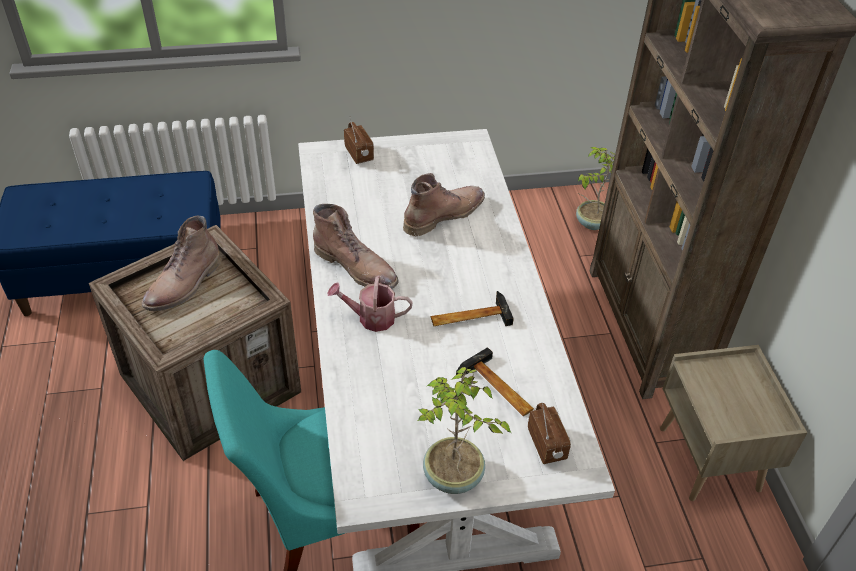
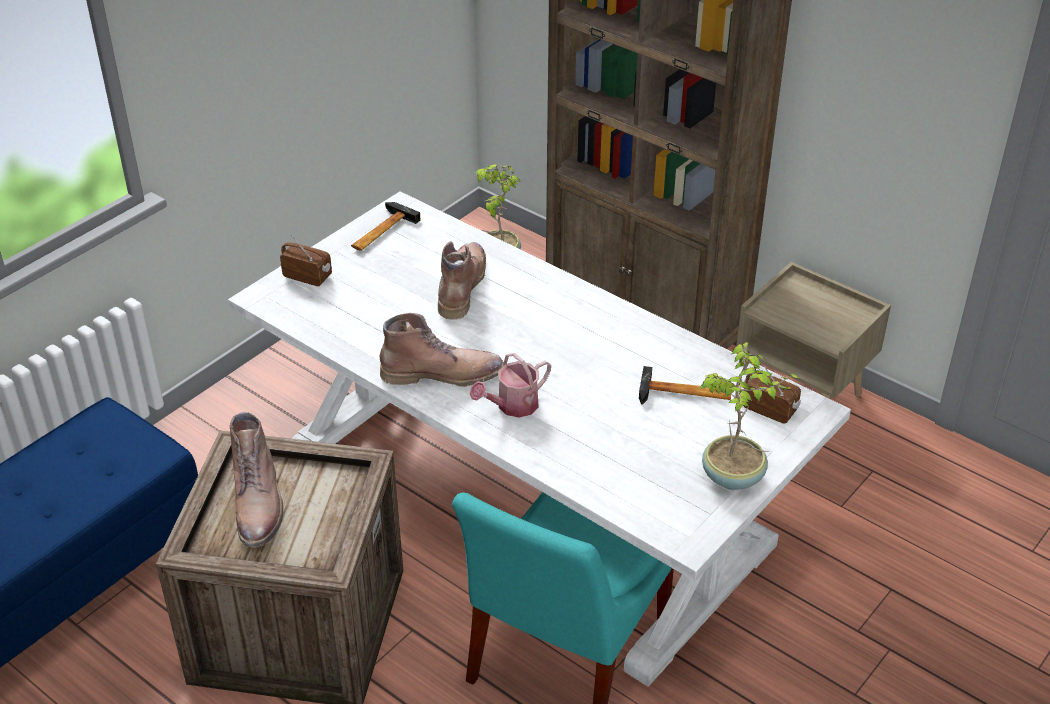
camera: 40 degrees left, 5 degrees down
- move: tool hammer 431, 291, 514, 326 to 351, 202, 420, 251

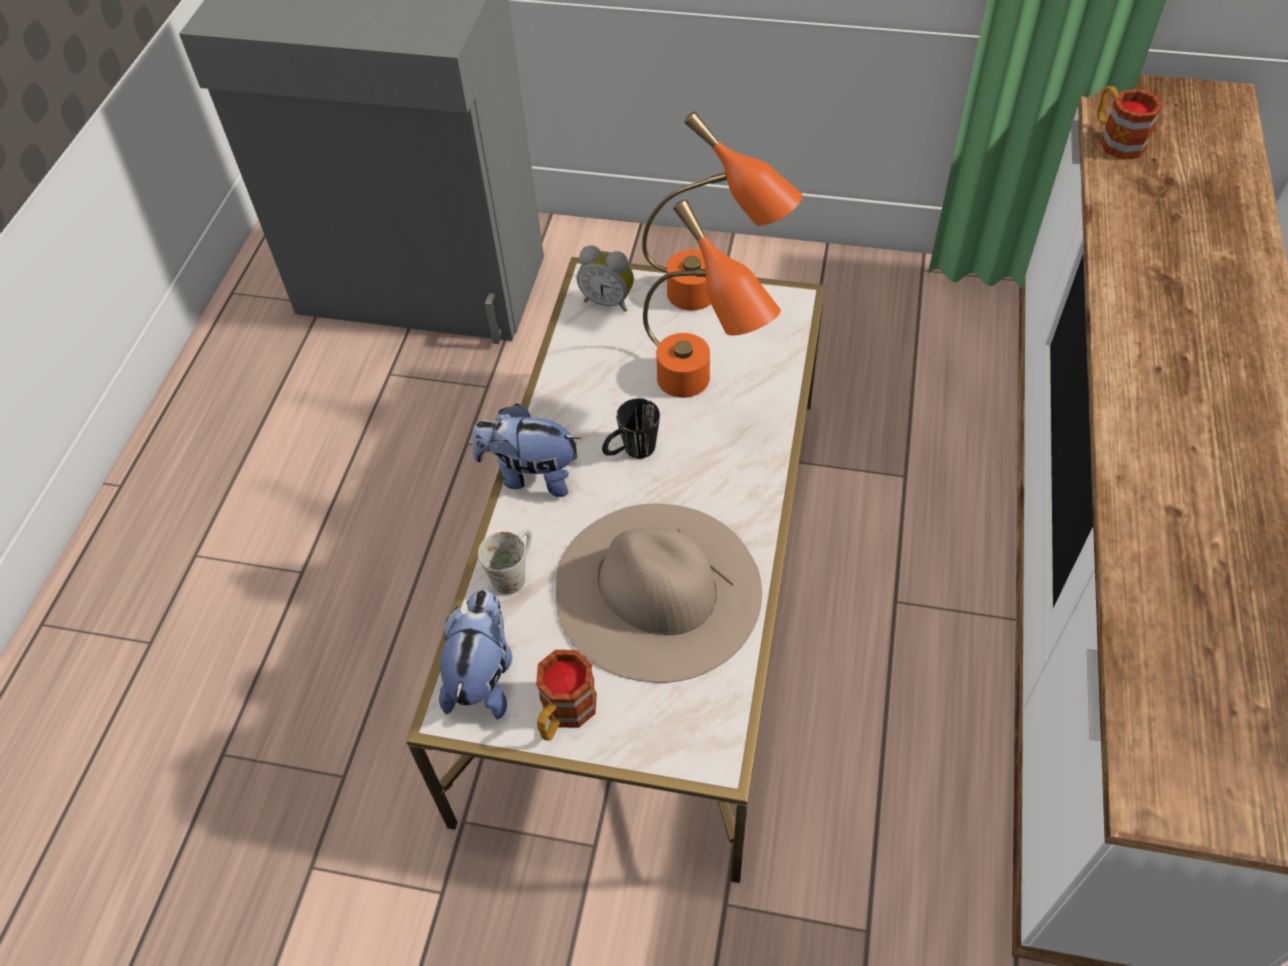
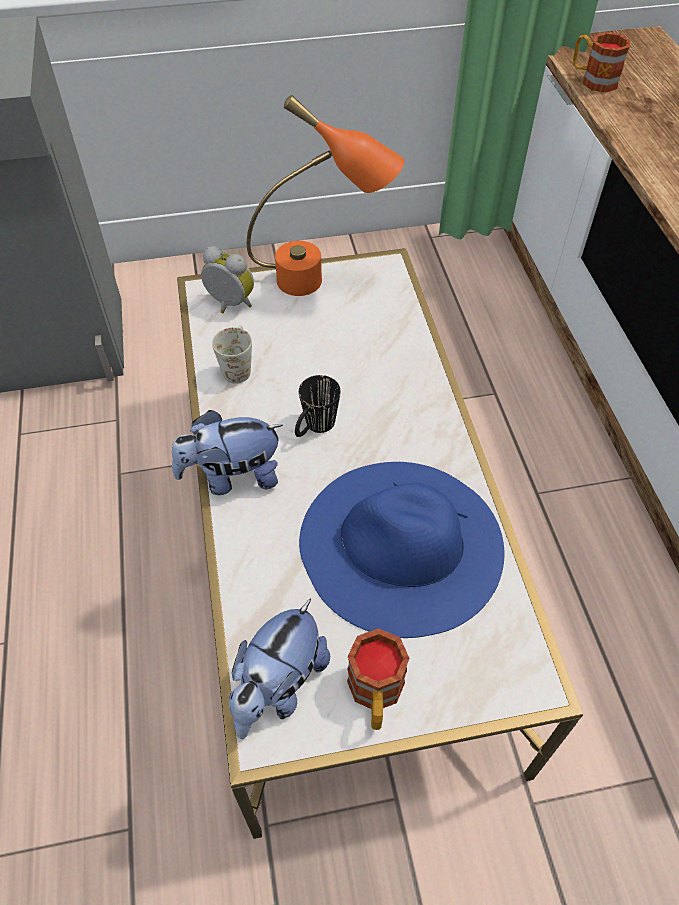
camera: 25 degrees left, 0 degrees up
- delete: lamp for a table (orange) 643, 200, 781, 398
- move: tea mug (white-coloured) 478, 528, 532, 595 to 212, 325, 252, 384
- recolor: clothing hat (beige) 556, 504, 762, 683 to clothing hat (bluish) 299, 462, 504, 638
- rotate: cuddly toy 439, 590, 512, 720 = 229, 598, 330, 739 135 degrees counterclockwise
- rotate: alarm clock 577, 245, 634, 312 = 201, 246, 254, 313 150 degrees counterclockwise

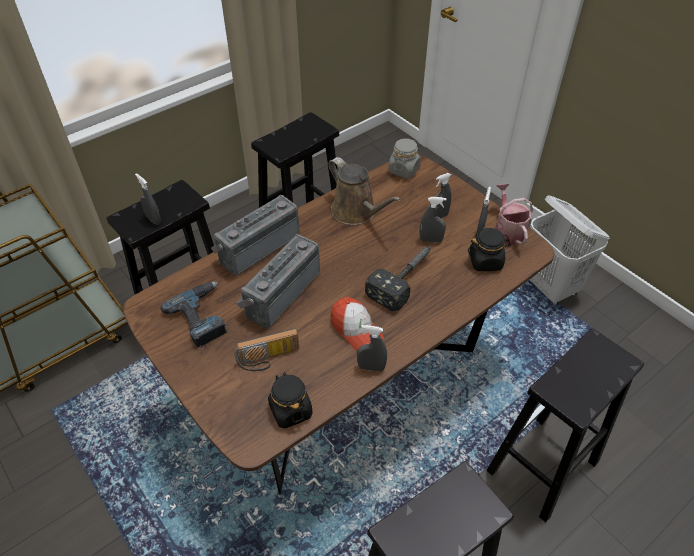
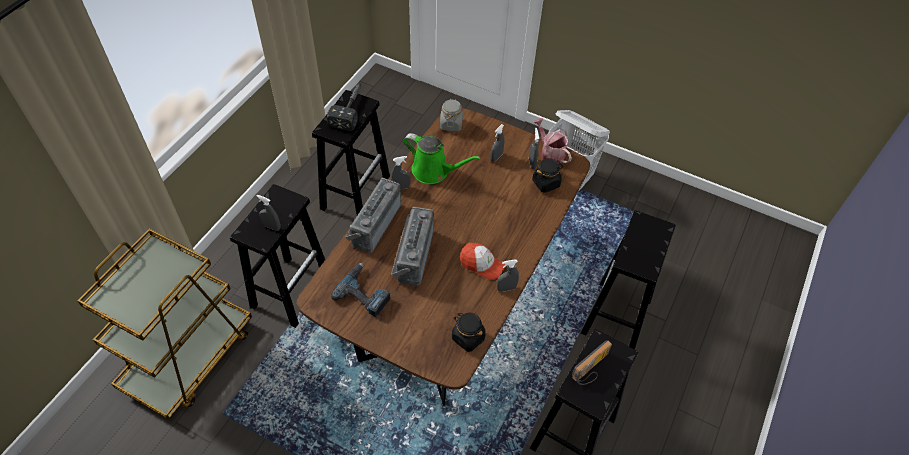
camera: 25 degrees left, 5 degrees up
- move: radio 234, 328, 299, 371 to 572, 340, 612, 385
- move: tool hammer 365, 245, 432, 311 to 327, 83, 362, 131
- move: sprayer (gray) 419, 197, 447, 243 to 390, 156, 411, 189
- recolor: watering pot (brown-coloured) 329, 157, 401, 225 to watering pot (green) 403, 133, 480, 184

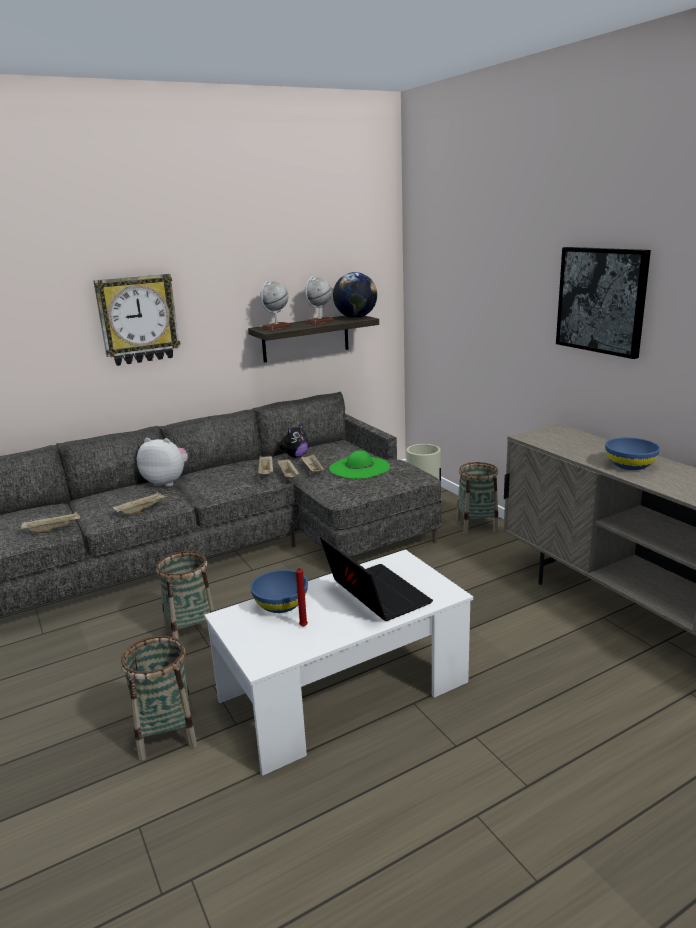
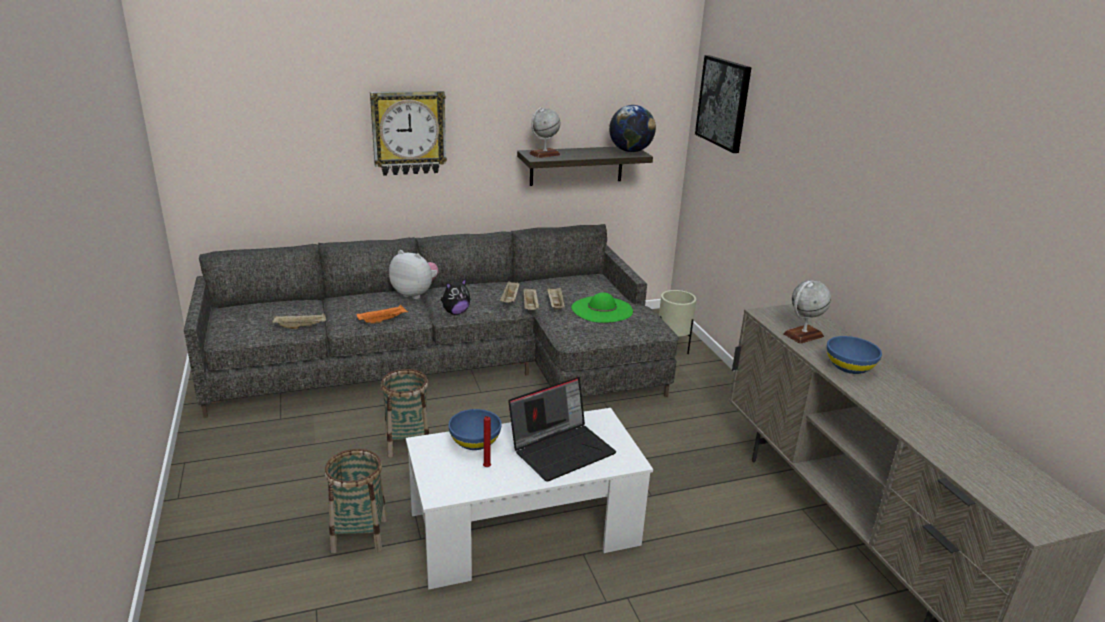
camera: 10 degrees right, 5 degrees up
- delete: storage basket 456, 462, 498, 534
- move: cuddly toy 280, 423, 309, 458 to 441, 279, 470, 315
- move: globe 305, 276, 335, 325 to 783, 280, 831, 344
- move: wall art 556, 247, 651, 359 to 695, 55, 752, 153
- recolor: tray (beige) 112, 492, 167, 514 to tray (orange) 356, 305, 408, 324
- rotate: portable computer 320, 536, 433, 621 = 508, 377, 616, 482 75 degrees clockwise

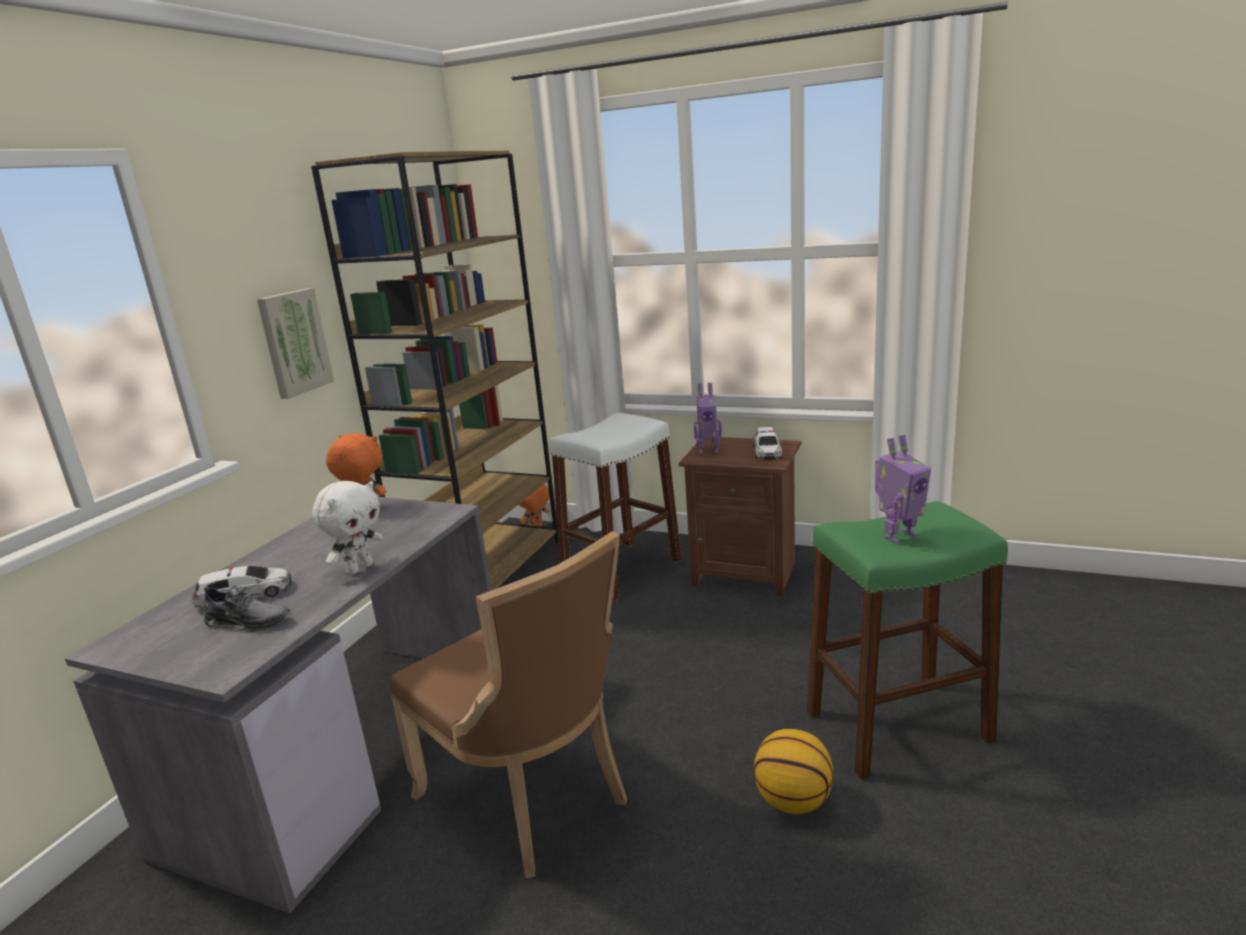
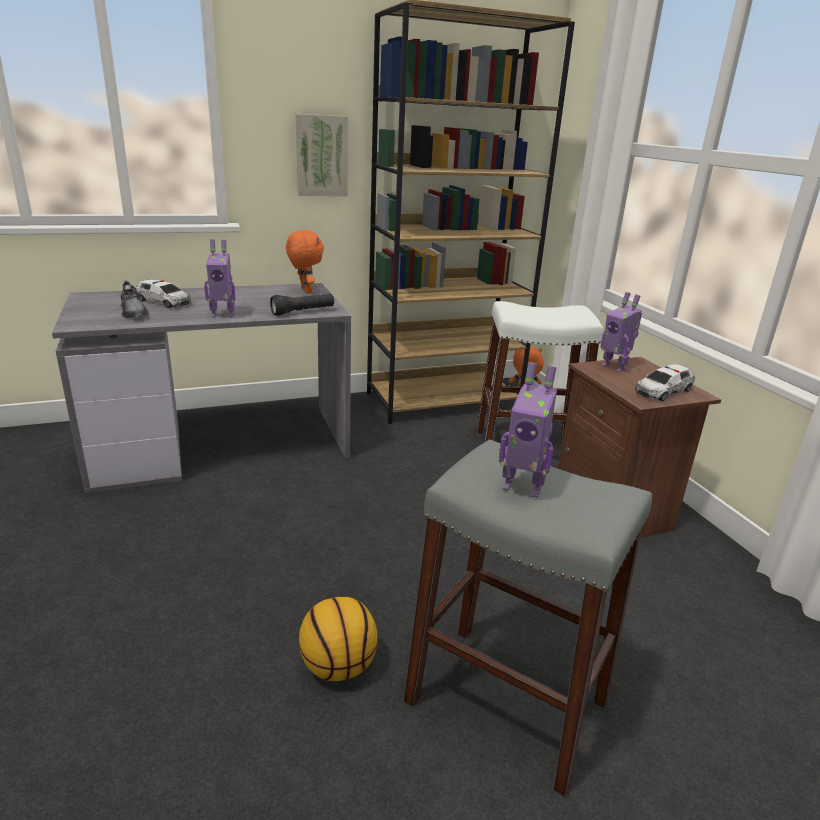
camera: 45 degrees right, 5 degrees up
- delete: plain chair (brown-coloured) 390, 531, 627, 878
- insert: hand torch (blackish) 270, 294, 334, 316
- replace: cuddly toy (white-coloured) 312, 481, 383, 575 to toy robot 204, 240, 235, 317
- recolor: sitting stool (green) 807, 501, 1008, 780 to sitting stool (gray) 404, 439, 652, 796

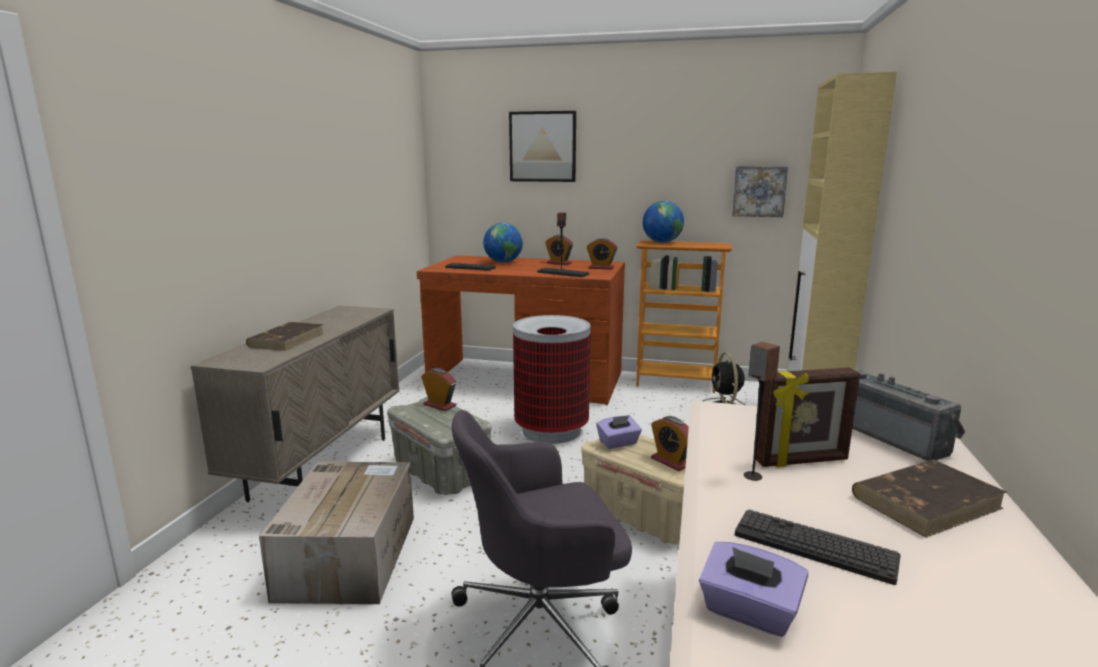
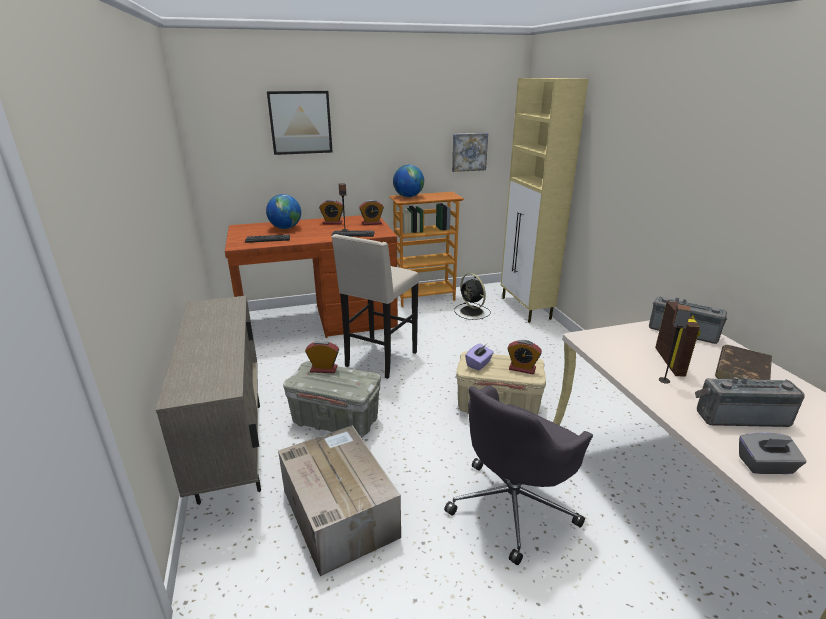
camera: 30 degrees left, 10 degrees up
- delete: bound book (brown-coloured) 246, 322, 324, 351
- replace: rubbish bin 513, 315, 591, 444 to sitting stool (beige) 331, 234, 419, 379
- replace: computer keyboard 735, 510, 901, 585 to radio 695, 377, 805, 427
- recolor: tissue holder (purple) 699, 542, 808, 637 to tissue holder (gray) 739, 433, 807, 474
- rotate: picture frame 756, 367, 860, 467 = 655, 301, 701, 377 45 degrees counterclockwise

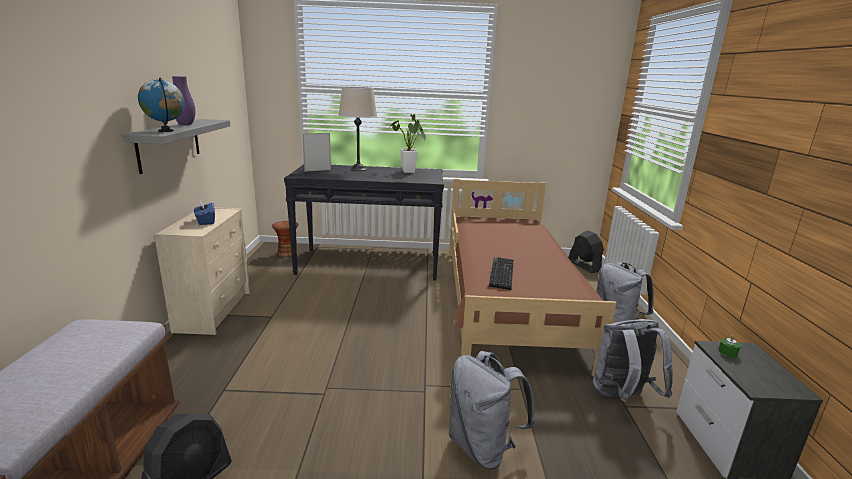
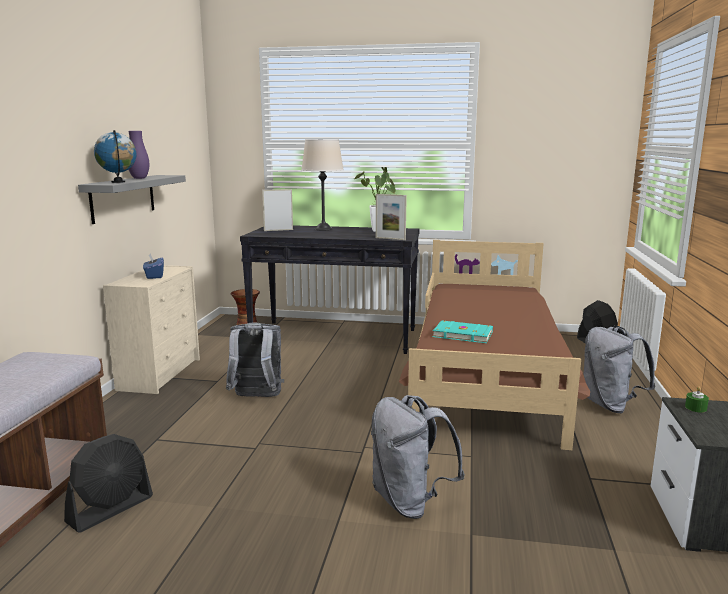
camera: 10 degrees right, 5 degrees down
- insert: picture frame 376, 194, 407, 240
- move: backpack (gray) 593, 319, 673, 402 to 226, 322, 284, 397
- replace: computer keyboard 489, 257, 514, 290 to bound book (blue-green) 433, 320, 493, 343

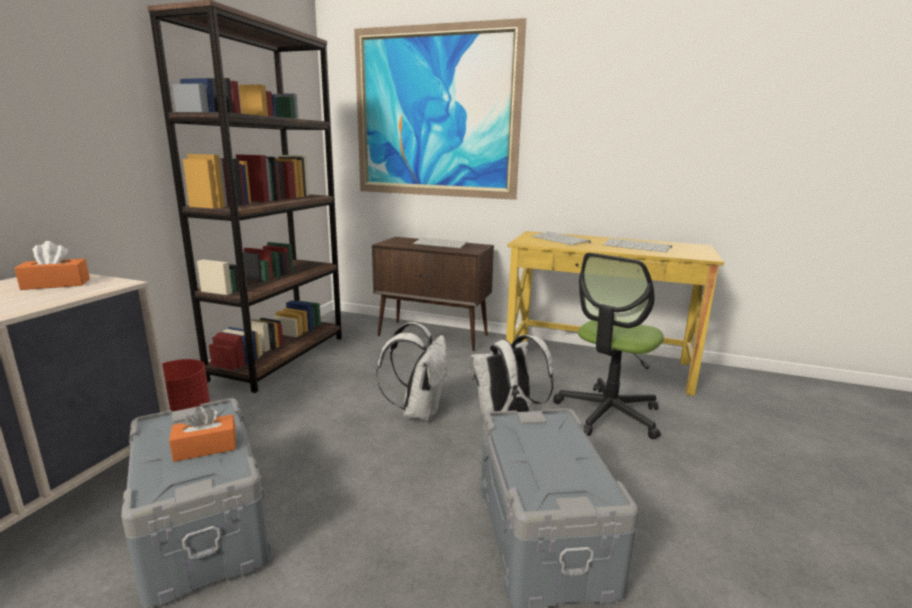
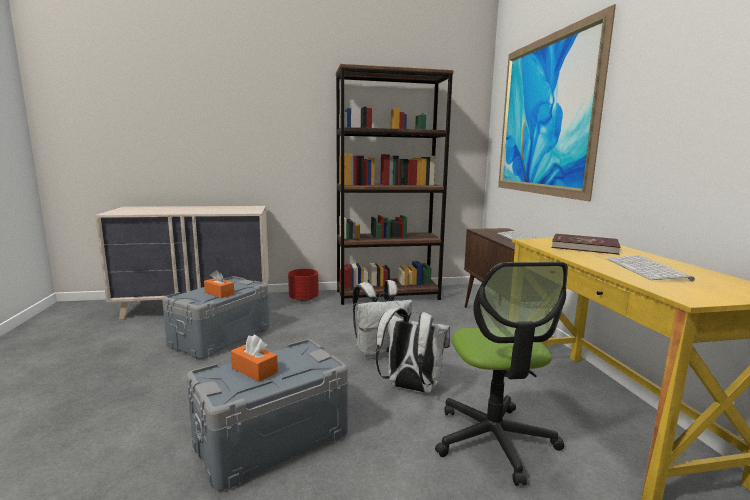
camera: 60 degrees right, 5 degrees down
- move: tissue holder (orange) 14, 241, 90, 290 to 231, 335, 278, 382
- replace: computer keyboard 532, 231, 591, 245 to bound book (red) 552, 234, 621, 255
- rotate: desk chair 553, 253, 664, 439 = 435, 262, 568, 486 105 degrees counterclockwise

